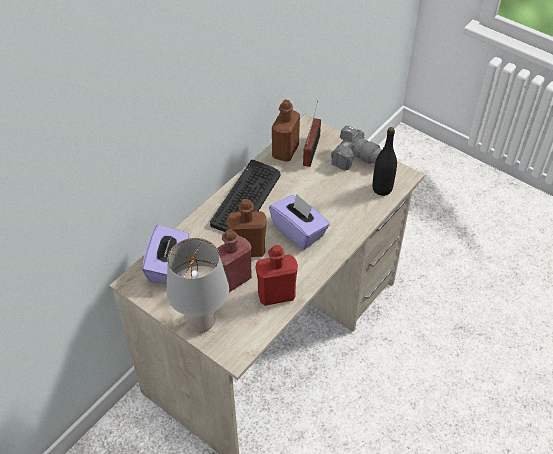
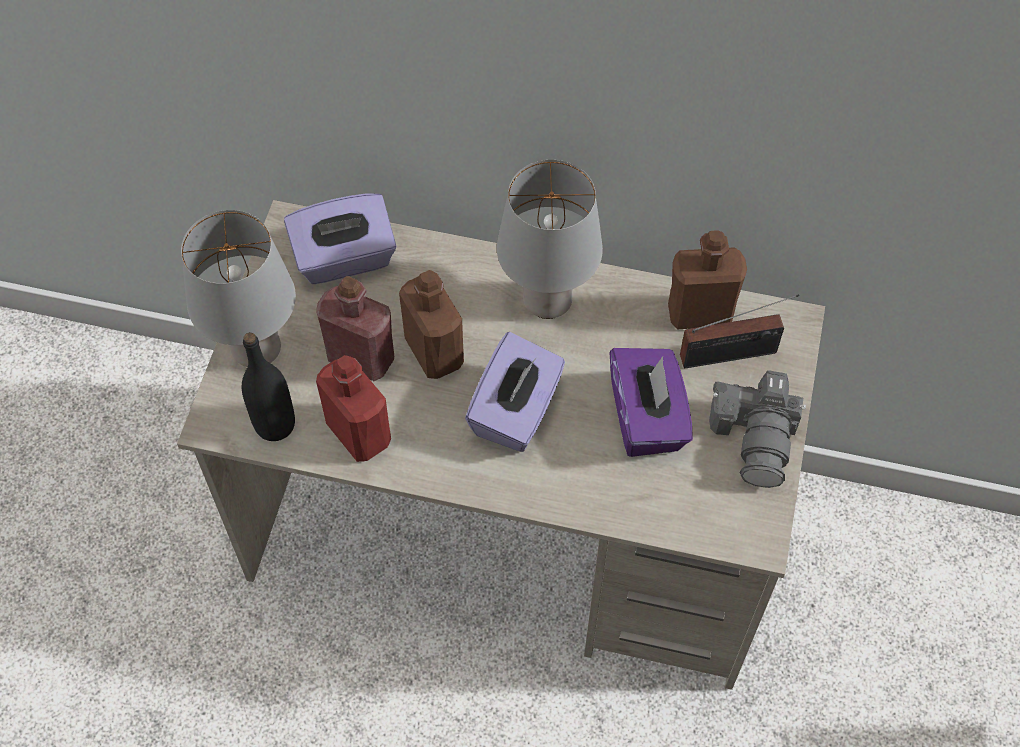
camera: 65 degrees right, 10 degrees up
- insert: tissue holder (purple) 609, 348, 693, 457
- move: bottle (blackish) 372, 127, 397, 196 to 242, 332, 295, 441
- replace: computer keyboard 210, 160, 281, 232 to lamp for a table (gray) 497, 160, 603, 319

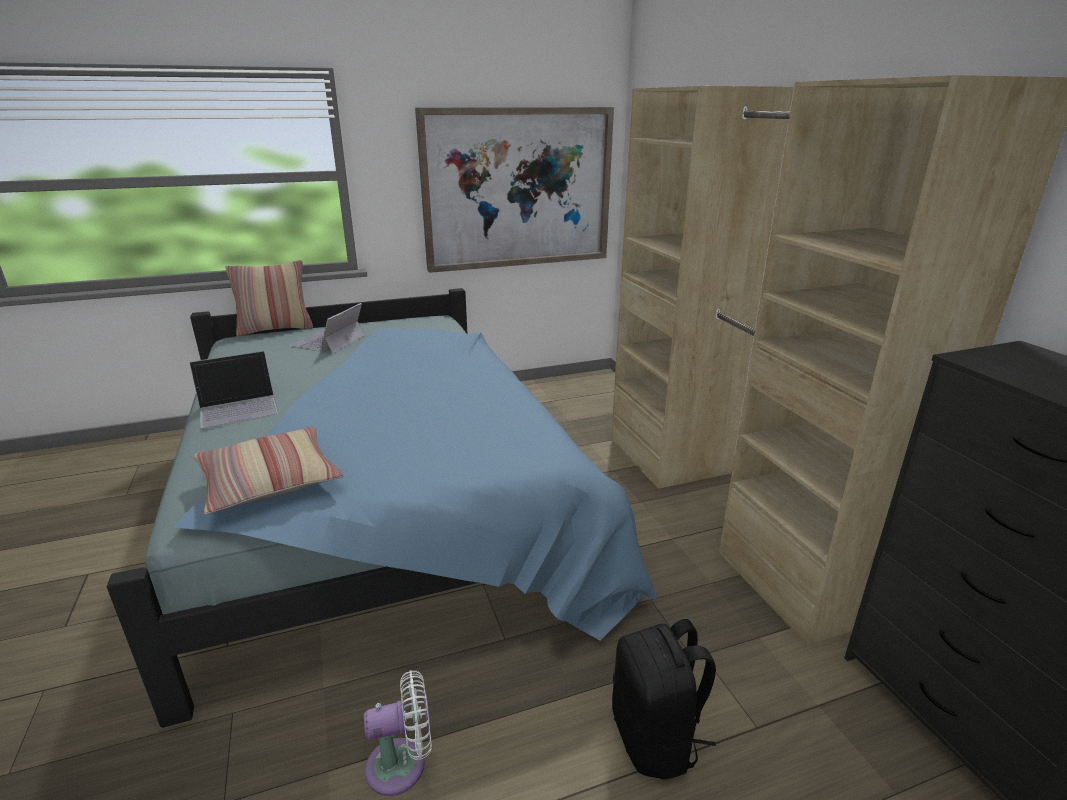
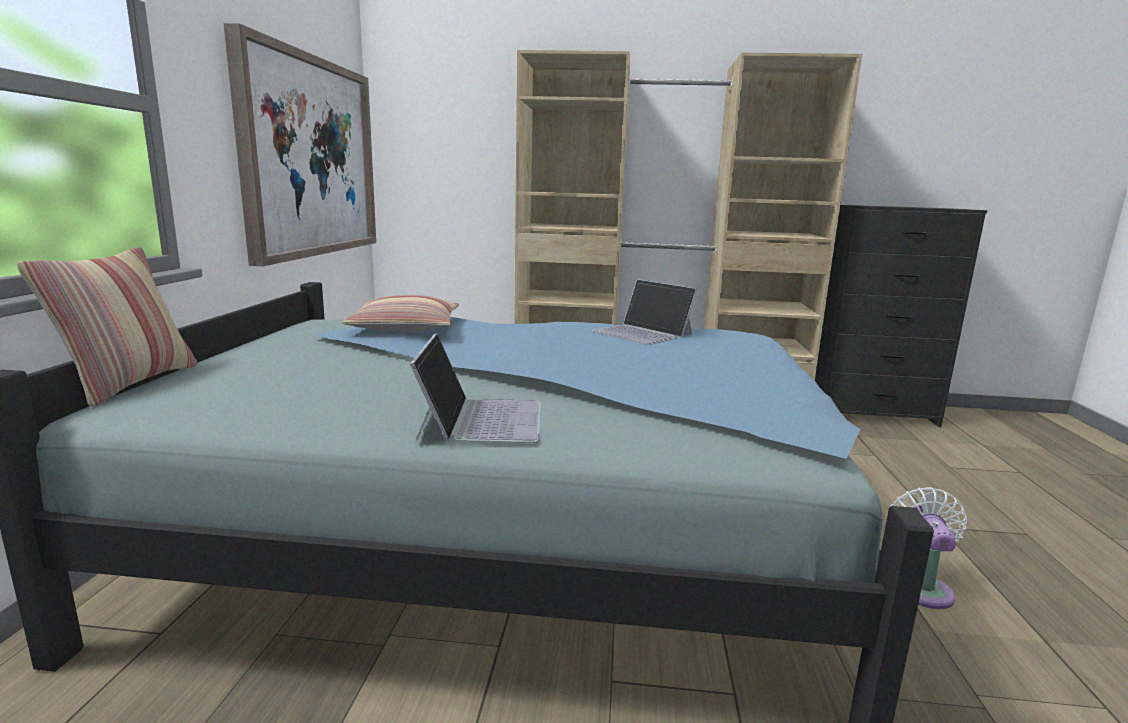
camera: 65 degrees left, 10 degrees down
- delete: backpack (blackish) 612, 619, 716, 780
- move: pillow 194, 426, 344, 514 to 342, 295, 459, 332
- move: portable computer 289, 303, 365, 353 to 592, 279, 697, 345

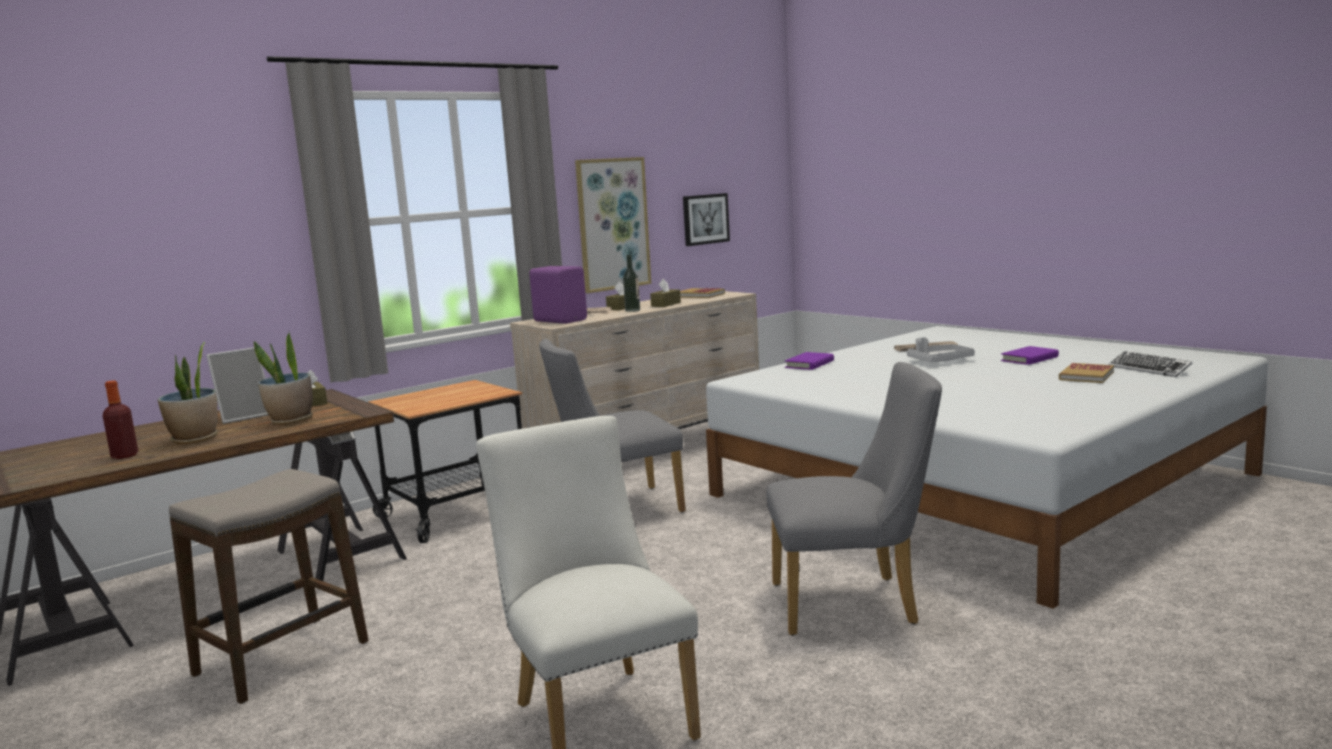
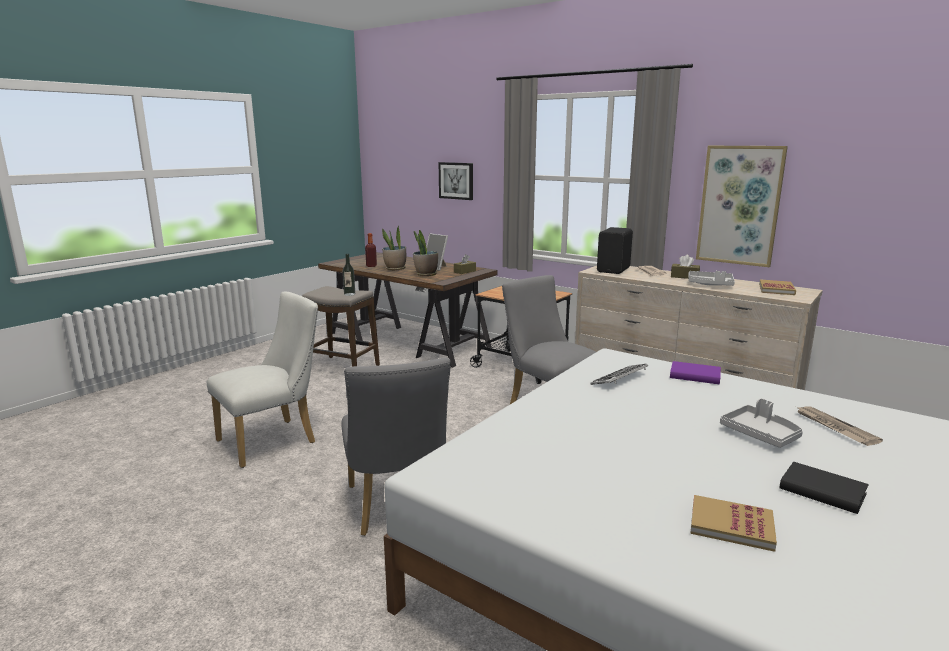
camera: 75 degrees right, 5 degrees up
- move: bottle 623, 255, 640, 312 to 343, 254, 355, 296
- move: wall art 683, 193, 730, 246 to 439, 162, 473, 200
- move: computer keyboard 1109, 351, 1193, 377 to 591, 364, 648, 385
- replace: tissue holder (brown-coloured) 650, 279, 681, 307 to tray (gray) 688, 271, 735, 286
- recolor: loudspeaker (purple) 529, 266, 587, 324 to loudspeaker (blackish) 597, 227, 633, 274
- recolor: bound book (purple) 1001, 346, 1059, 365 to bound book (blackish) 780, 462, 869, 514

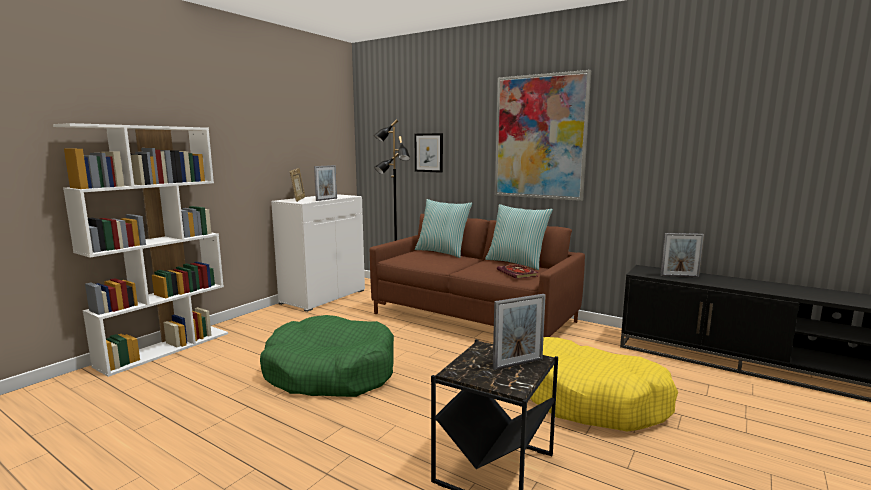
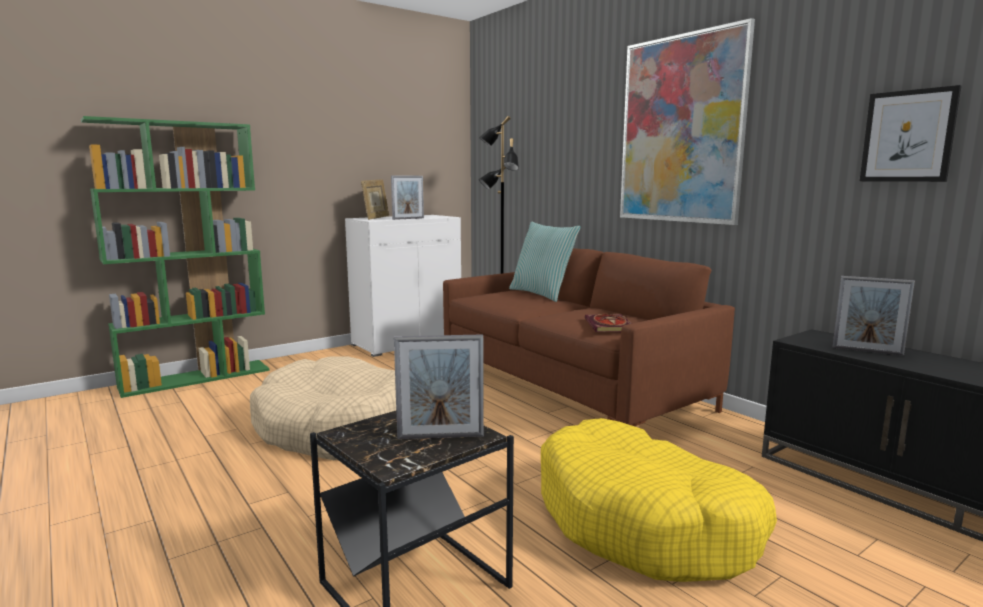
camera: 20 degrees right, 0 degrees up
- delete: pillow 485, 204, 553, 270
- move: wall art 414, 133, 443, 173 to 860, 85, 962, 182
- recolor: bookshelf (white-coloured) 53, 123, 228, 377 to bookshelf (green) 81, 116, 270, 398
- recolor: dog cushion (green) 260, 315, 394, 397 to dog cushion (beige) 250, 357, 396, 460

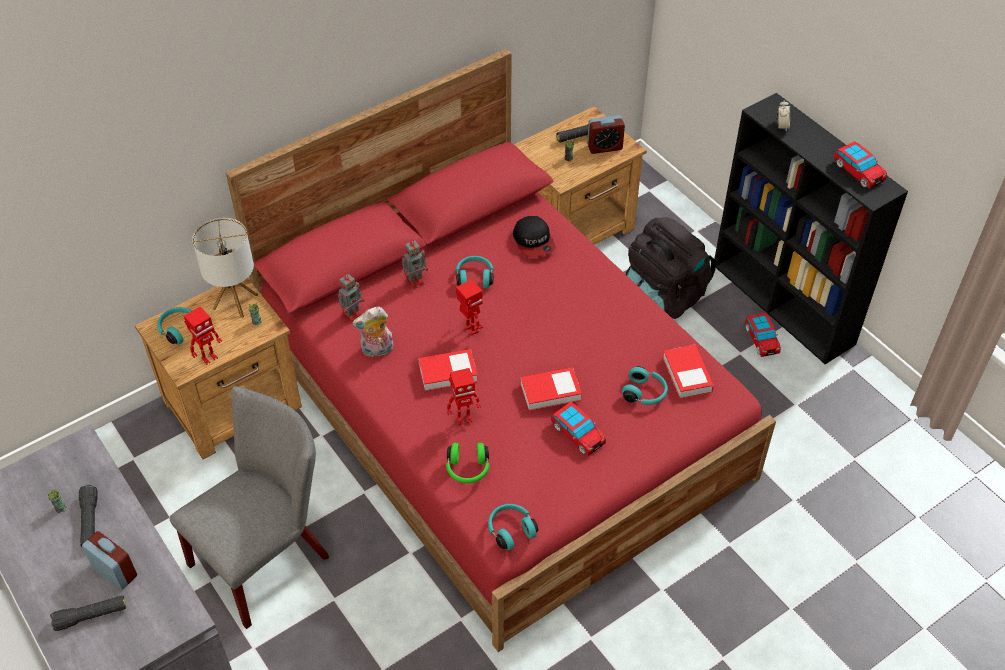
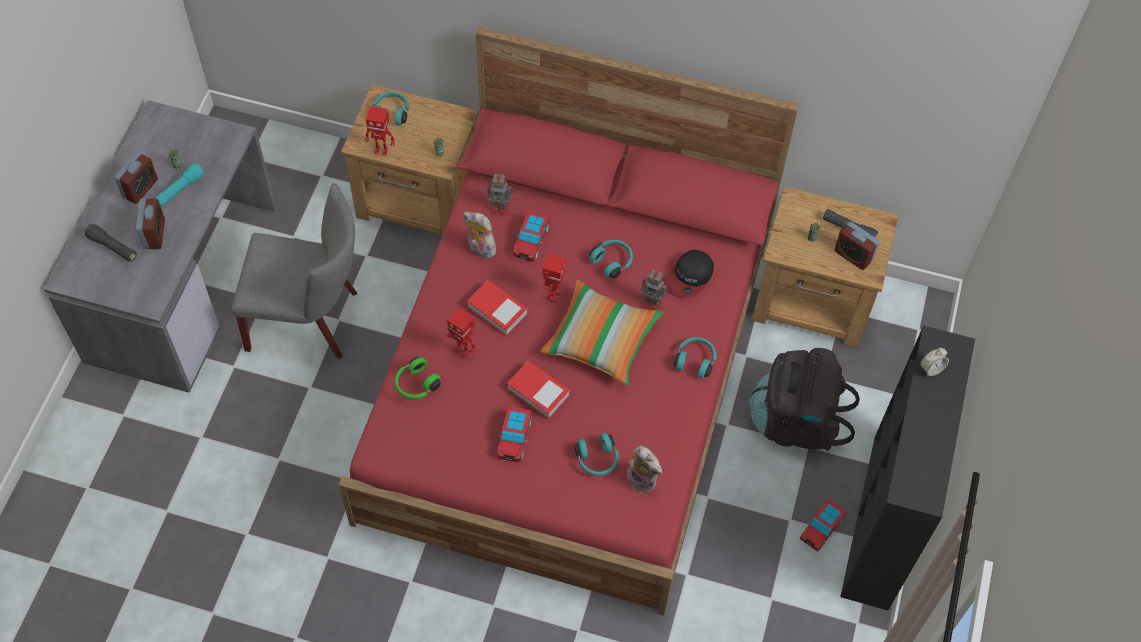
camera: 50 degrees right, 10 degrees up
- delete: lamp for a table 192, 218, 258, 318
- insert: alarm clock 115, 152, 158, 204
- insert: pillow 540, 280, 663, 386
- move: toy robot 402, 240, 428, 289 to 640, 269, 669, 310
- move: headset (blue-green) 488, 504, 538, 550 to 673, 337, 717, 378
- move: miniature car 834, 141, 887, 189 to 513, 211, 550, 262
- replace: bound book 663, 345, 714, 399 to cuddly toy 627, 446, 662, 493
- recolor: hand torch (blackish) 79, 485, 98, 547 to hand torch (blue-green) 154, 163, 204, 207

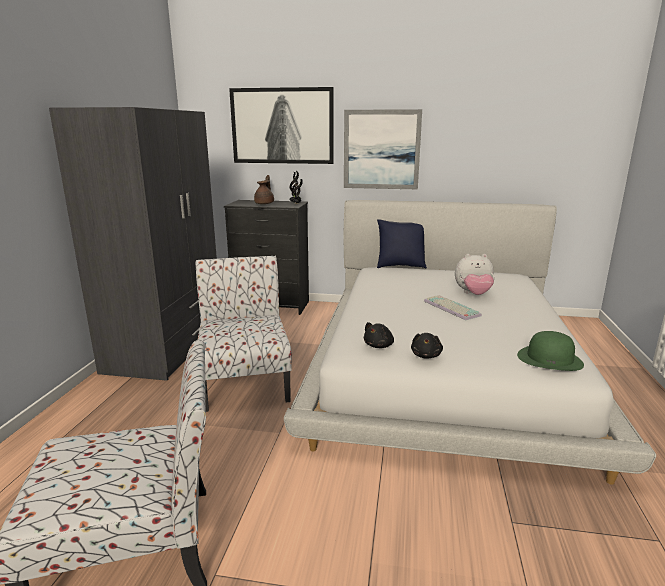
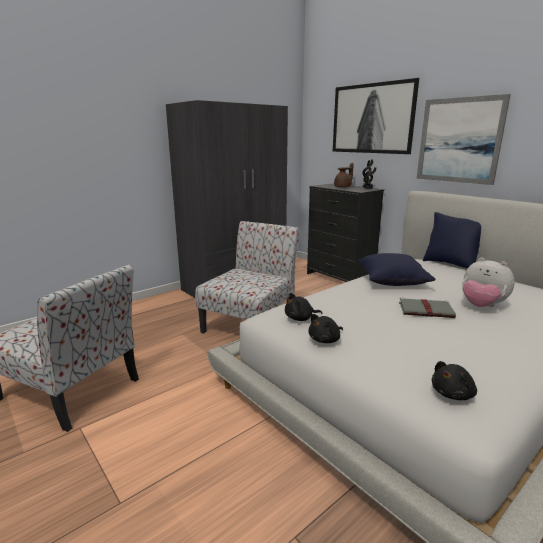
camera: 40 degrees right, 0 degrees up
- insert: pillow (bluish) 357, 253, 436, 286
- replace: computer keyboard 424, 295, 482, 320 to bound book (gray) 399, 298, 456, 318
- replace: clothing hat (green) 517, 331, 584, 371 to cuddly toy (blackish) 431, 361, 477, 400

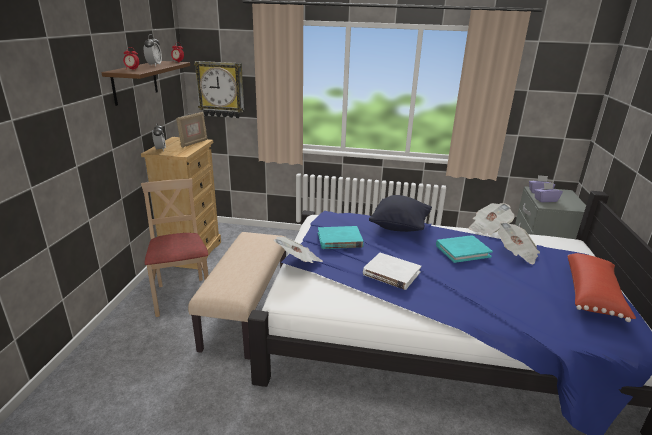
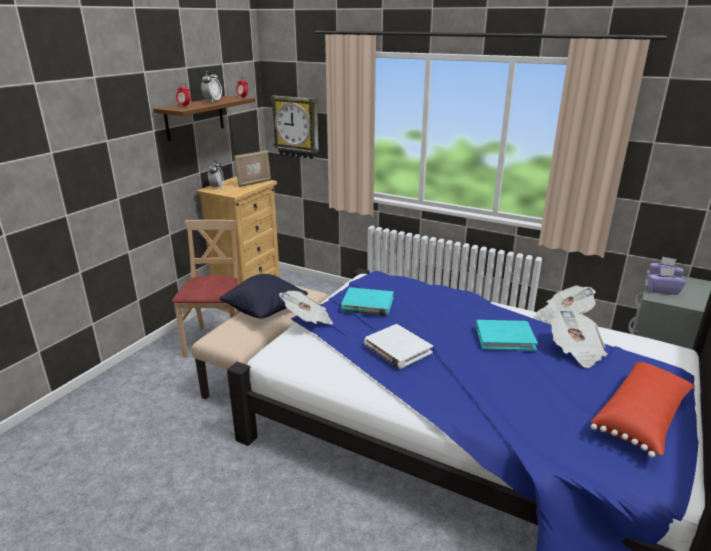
camera: 20 degrees right, 0 degrees up
- move: pillow (blackish) 369, 195, 432, 232 to 220, 274, 308, 319

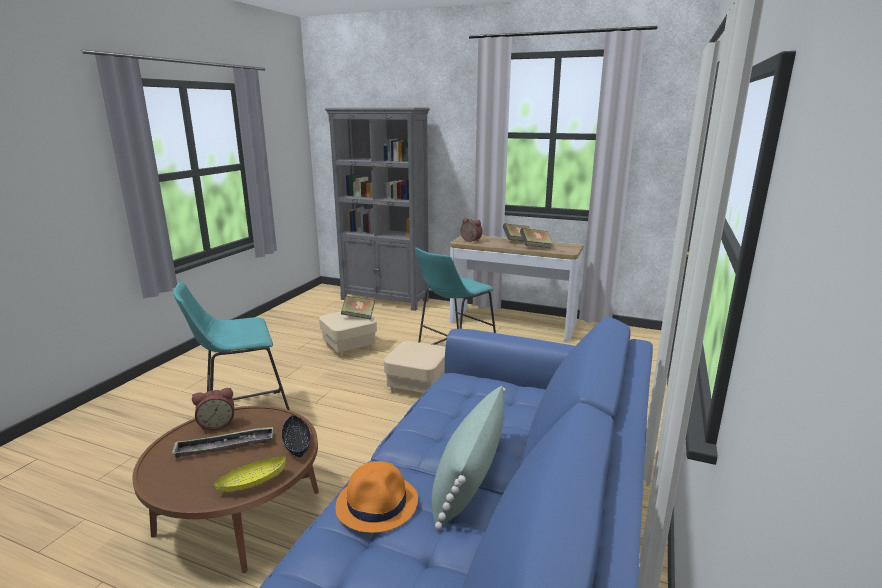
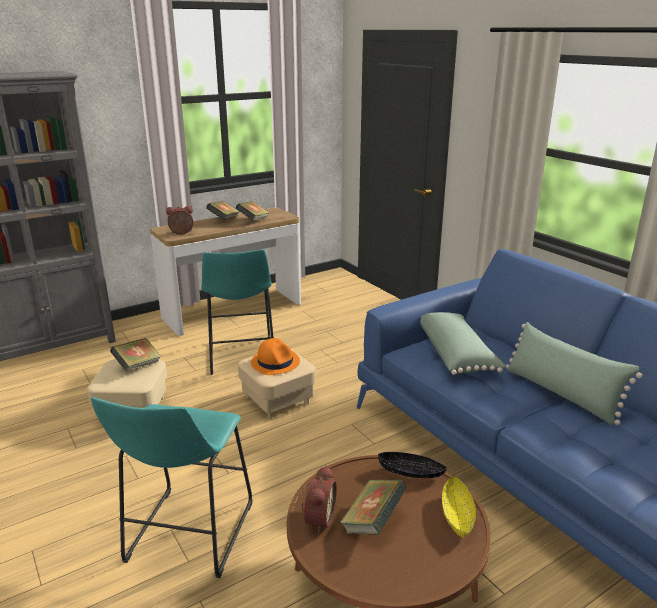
camera: 55 degrees left, 5 degrees up
- insert: pillow (green) 420, 312, 506, 375
- move: clothing hat (orange) 336, 461, 418, 533 to 251, 338, 300, 375
- replace: tray 171, 426, 273, 458 to bound book 340, 479, 407, 535

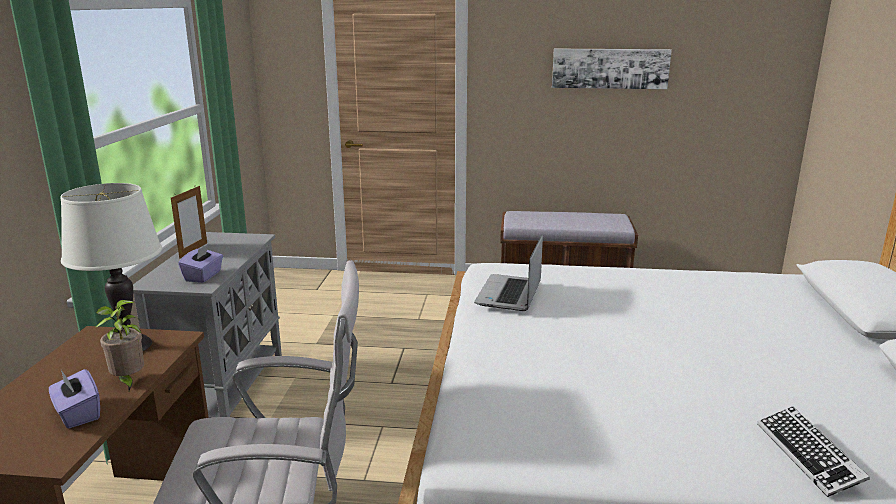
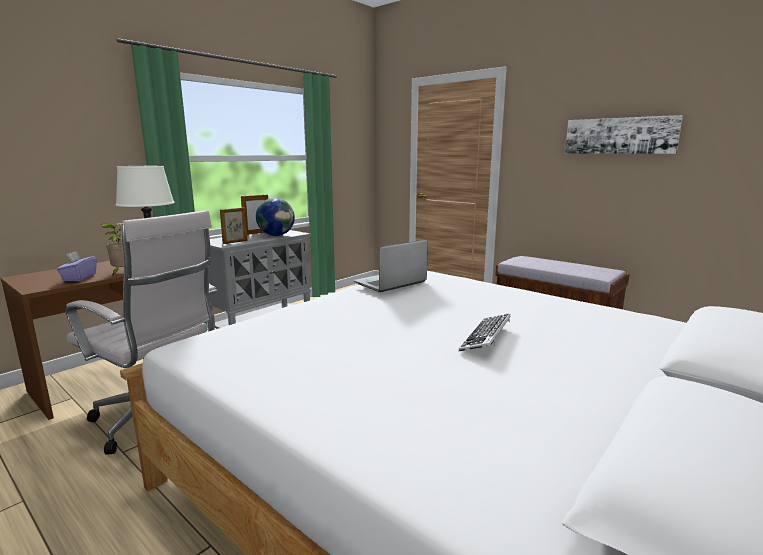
camera: 35 degrees right, 5 degrees down
- insert: globe 256, 198, 295, 236
- move: computer keyboard 757, 406, 870, 497 to 459, 314, 511, 351
- replace: tissue holder (purple) 178, 244, 223, 283 to picture frame 220, 207, 247, 244

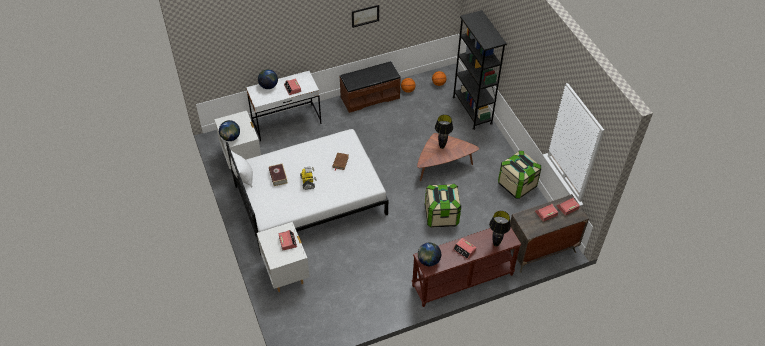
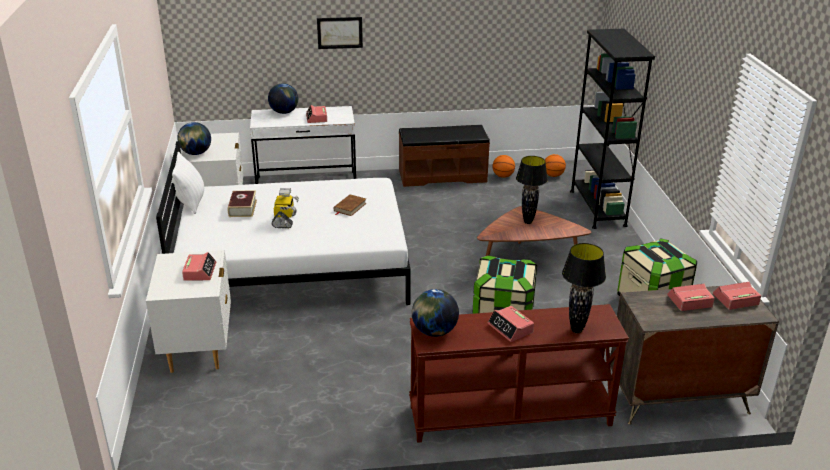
camera: 15 degrees right, 20 degrees down
- move: wall art 352, 5, 379, 28 to 317, 17, 363, 49

